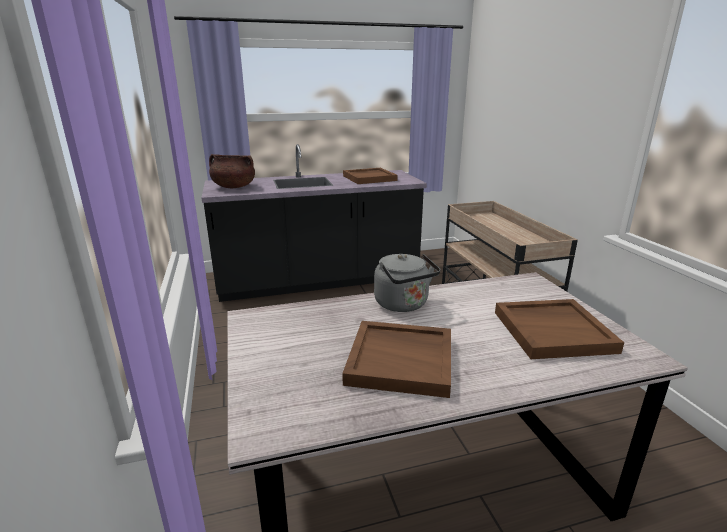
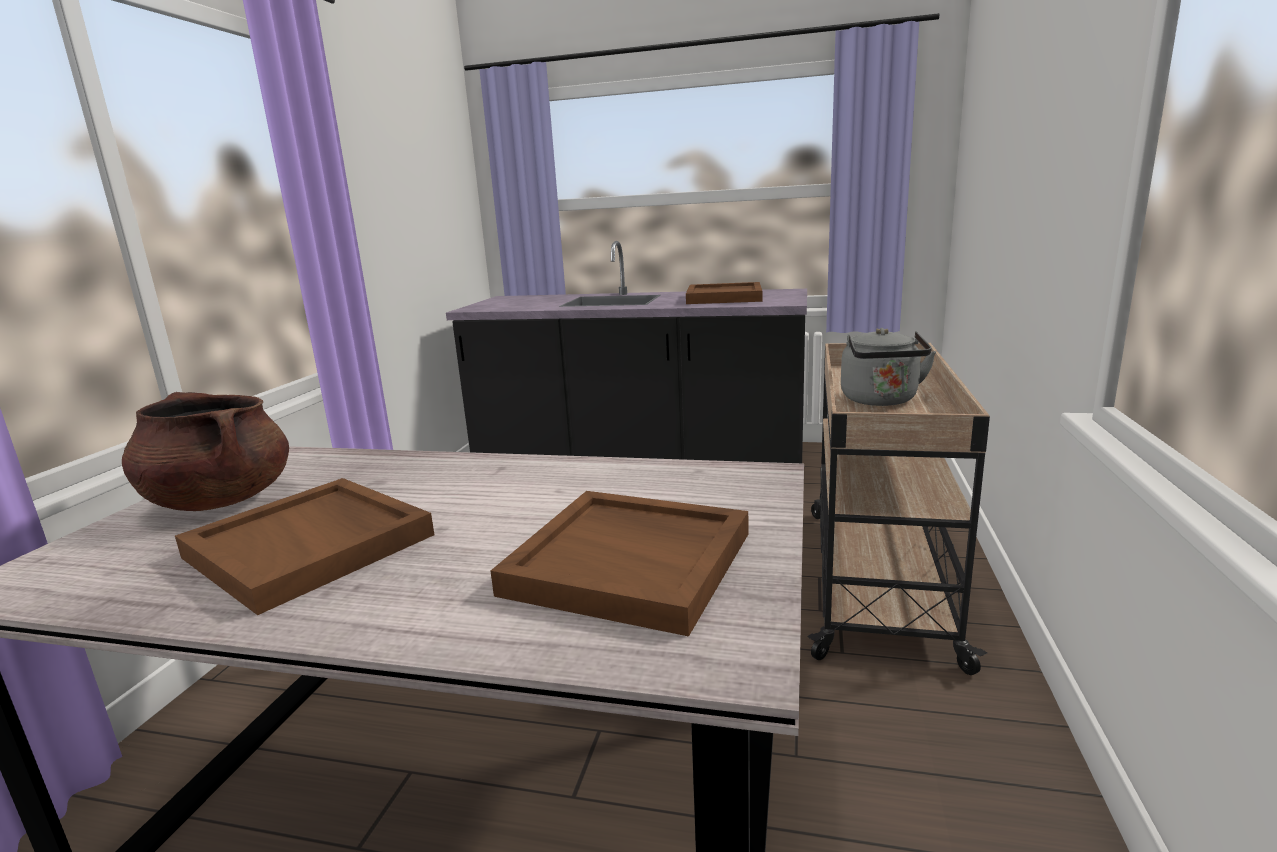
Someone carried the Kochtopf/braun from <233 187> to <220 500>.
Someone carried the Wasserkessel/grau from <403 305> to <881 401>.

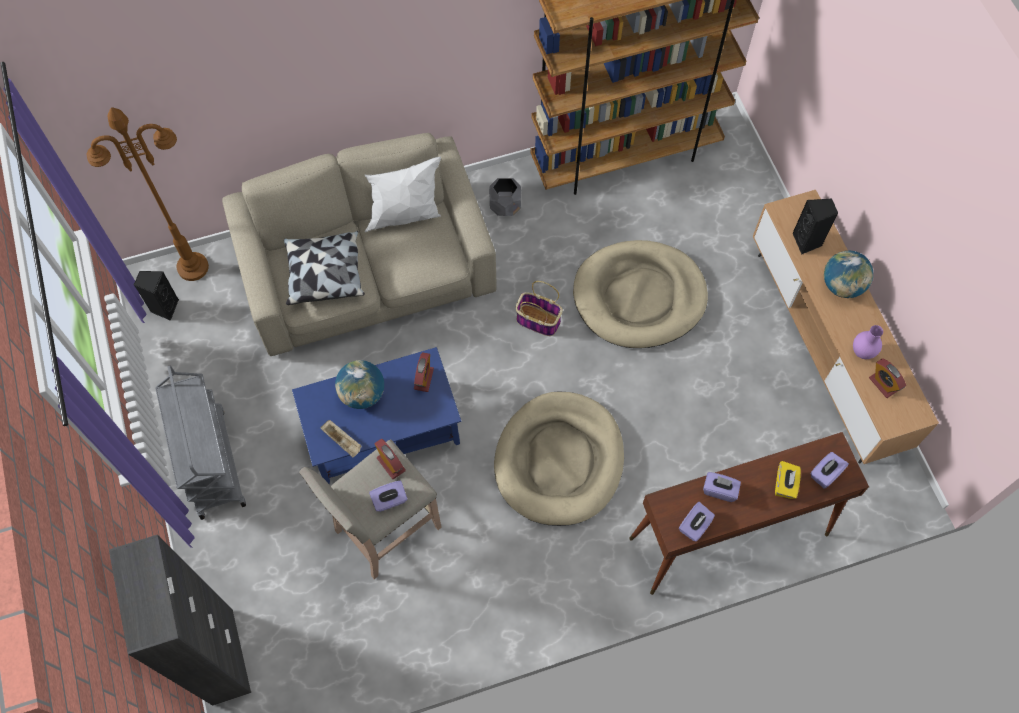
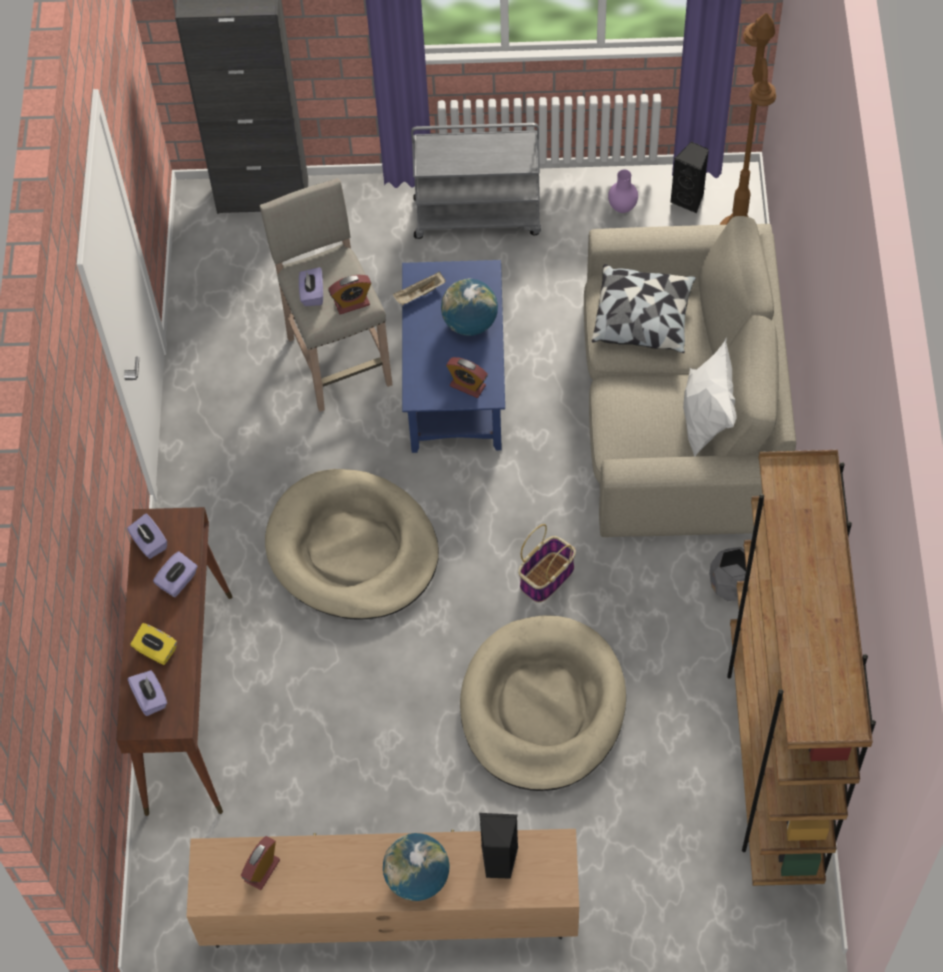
Someone carried the Vase/lila from <862 352> to <622 208>.
Someone rotated the Wecker at <883 384> by 45 degrees counterclockwise.

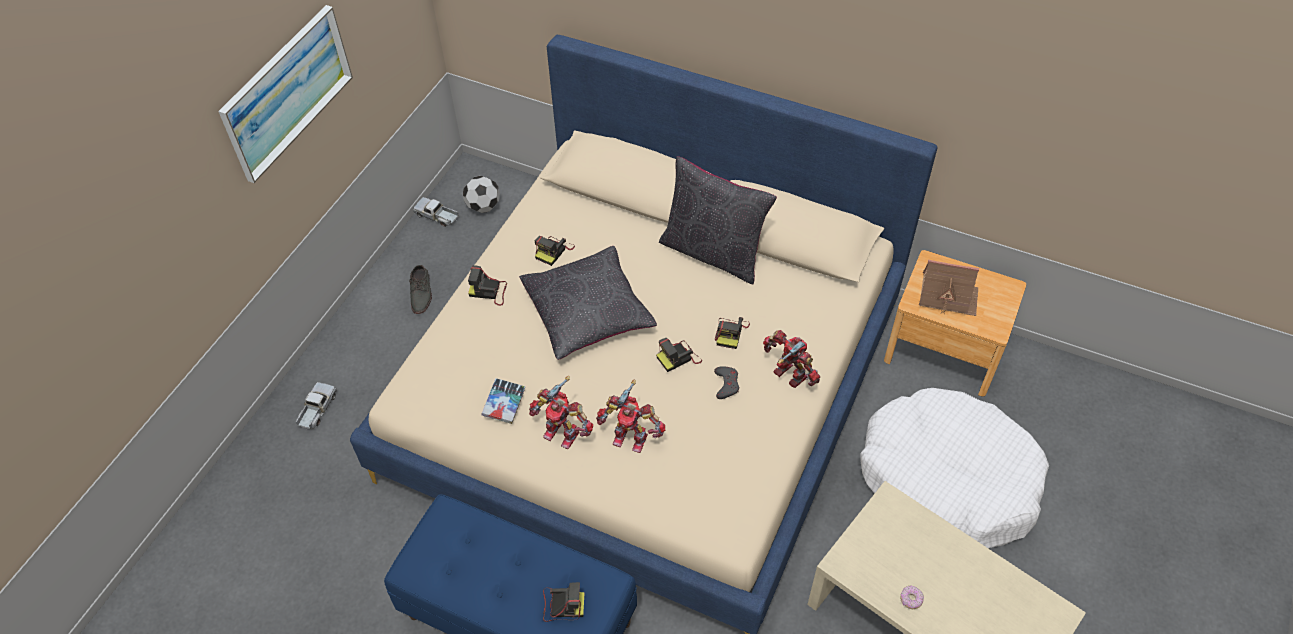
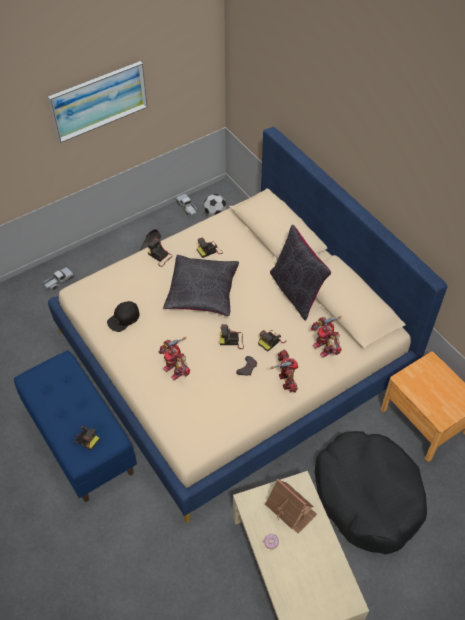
Someone swapped the Buch at <504 403> for the Kappe/schwarz at <123 318>.
Someone carried the Spielzeugroboter from <562 432> to <324 347>.
Someone repainted the Hundebett/weiß at <947 478>, which became the Hundebett/schwarz at <367 496>.
Someone carried the Spielzeughaus from <947 296> to <291 509>.

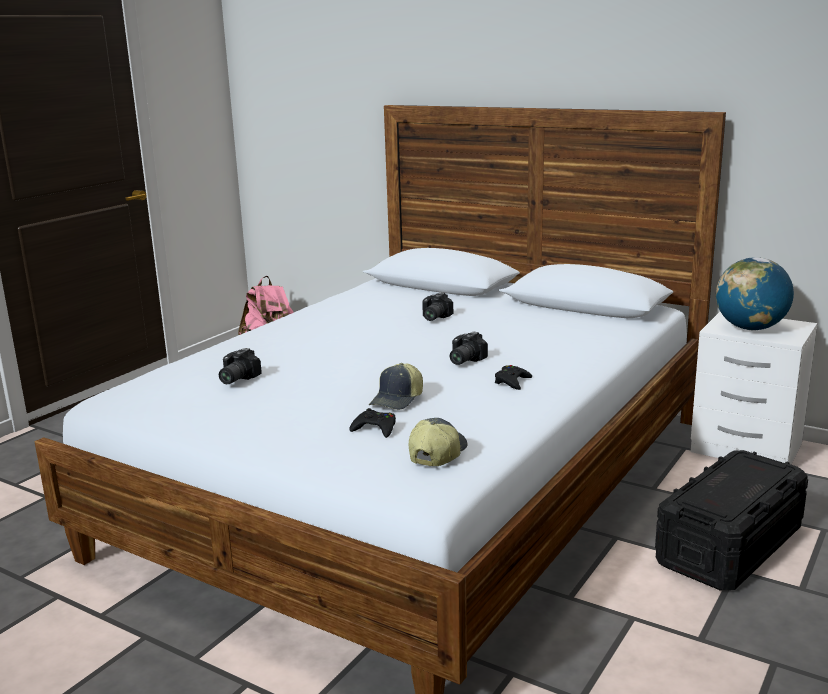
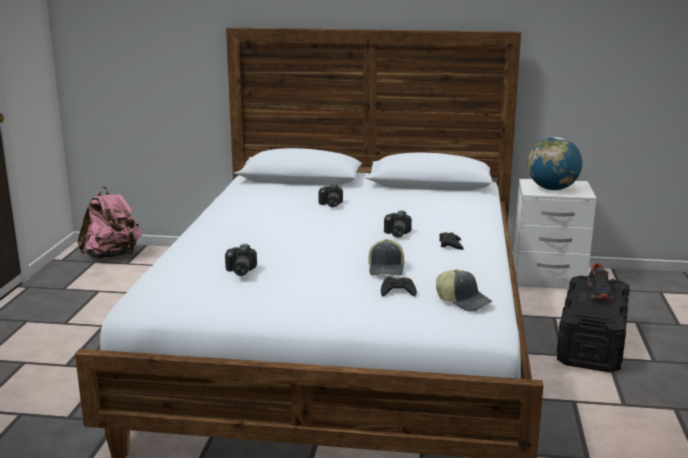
Someone rotated the Kappe at <436 453> by 135 degrees clockwise.
Someone put down the Schuh at <599 292>.

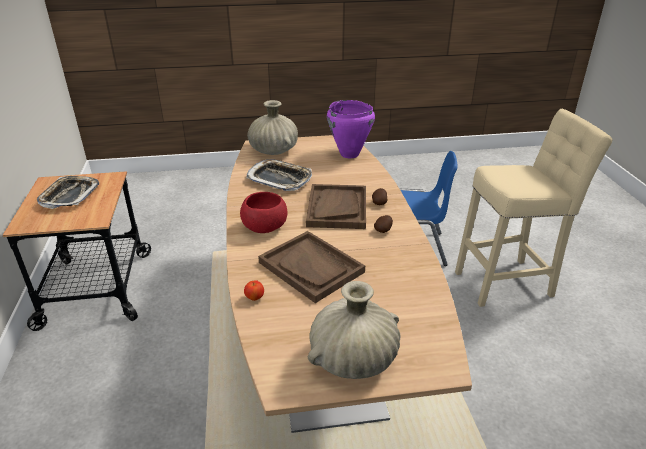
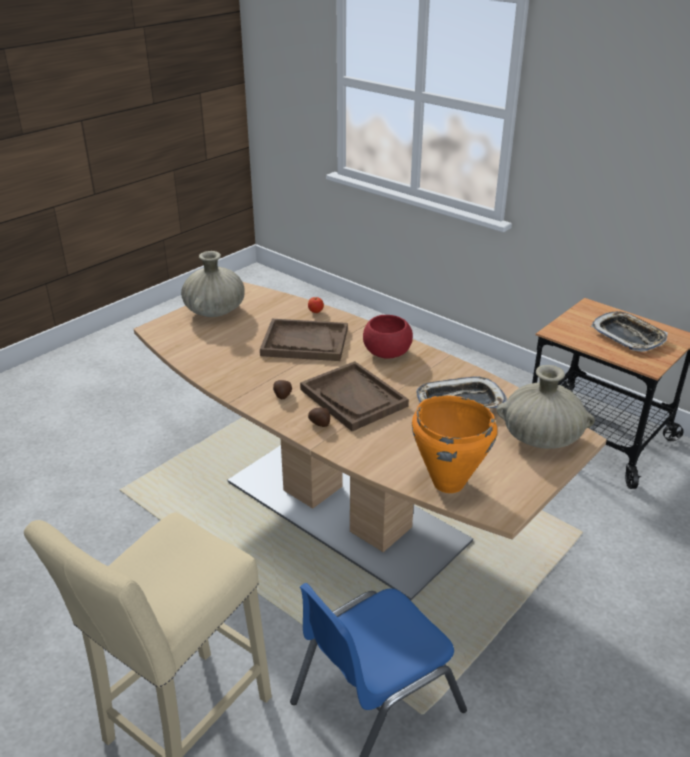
Someone repainted the Kochtopf/lila at <349 154>, which became the Kochtopf/orange at <448 482>.

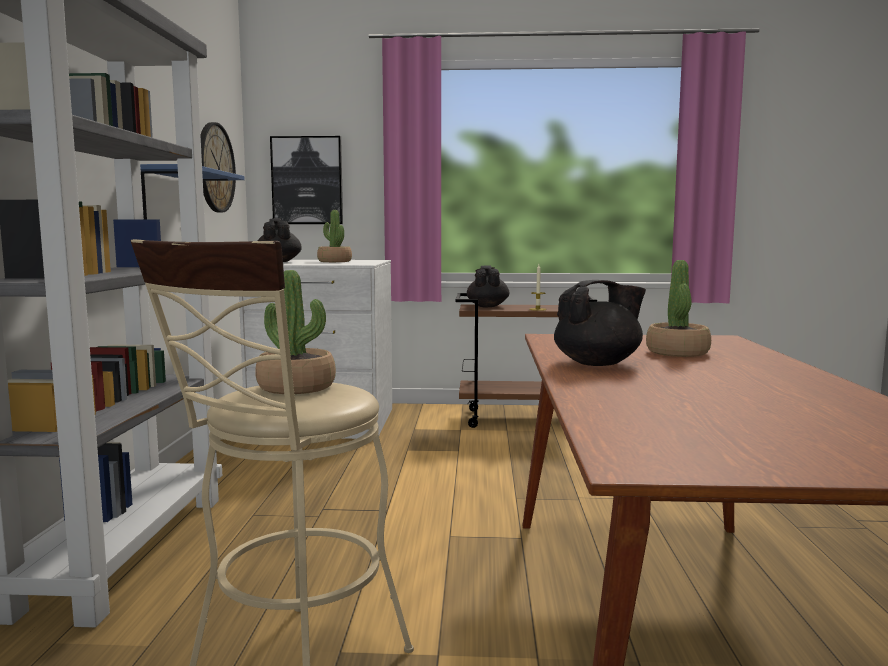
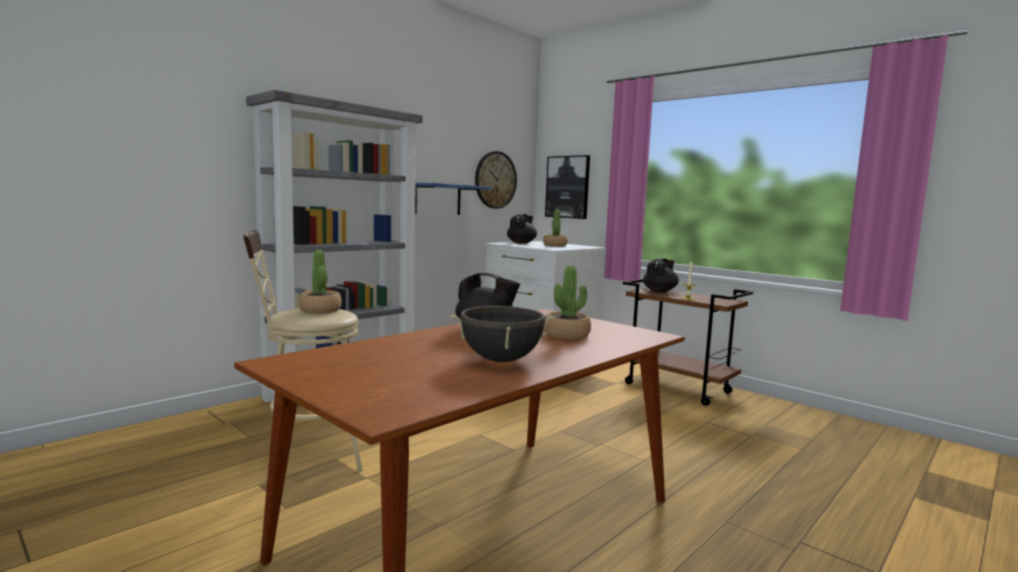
Someone put down the Kochtopf/schwarz at <501 360>.

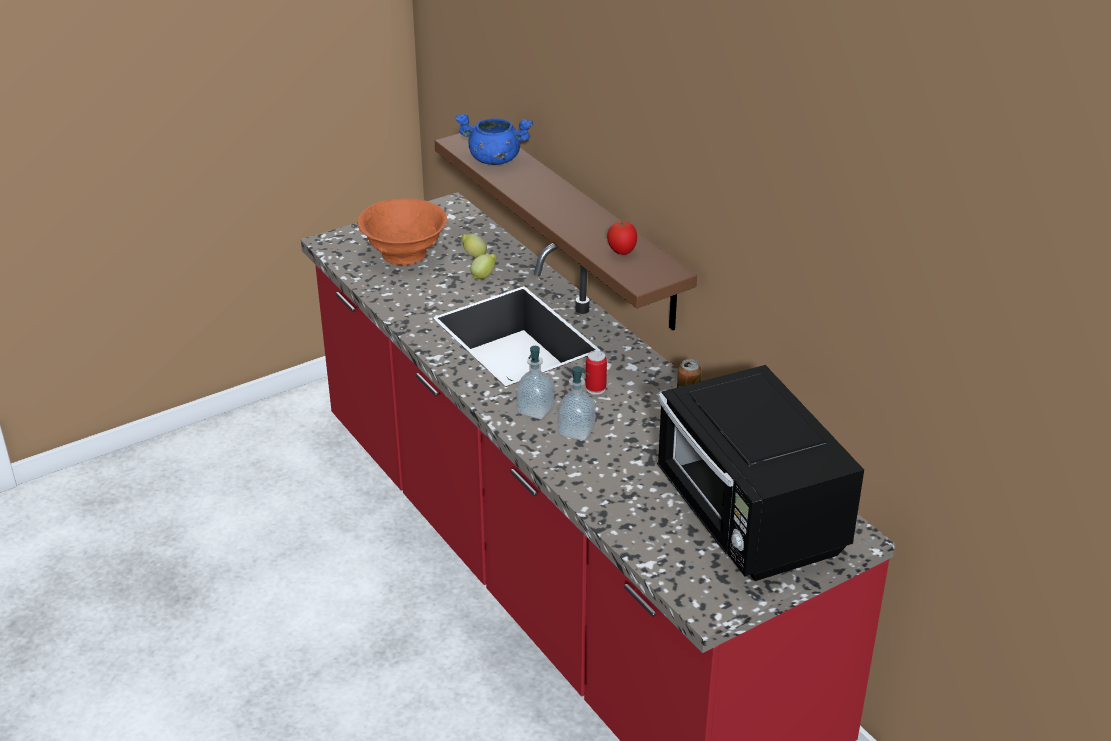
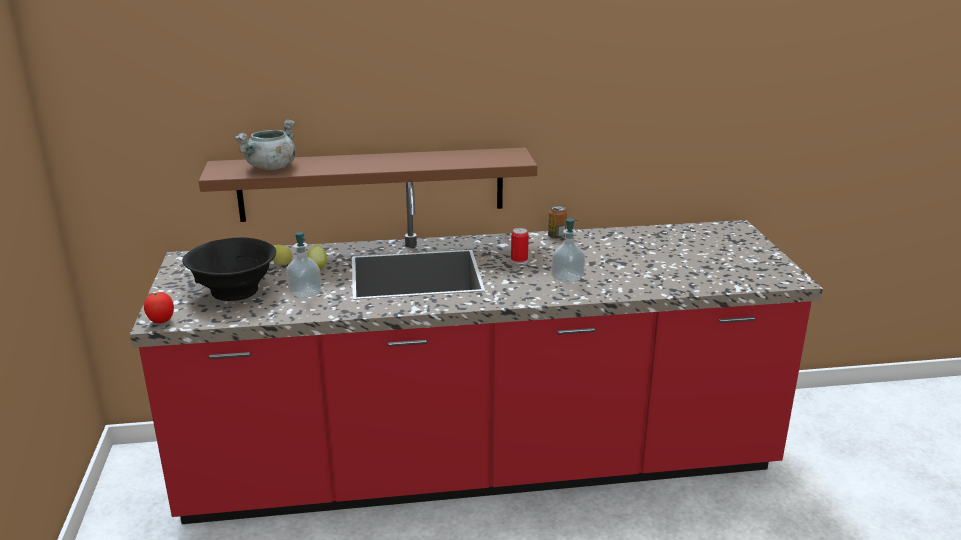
Someone repainted the Schüssel/orange at <404 254>, which became the Schüssel/schwarz at <234 291>.
Someone repainted the Kochtopf/blau at <494 159>, which became the Kochtopf/grau at <271 168>.
Someone carried the Seifenspender from <535 410> to <305 293>.
Someone carried the Tomate from <622 252> to <161 321>.
Someone took away the Mikrowelle/schwarz at <749 519>.

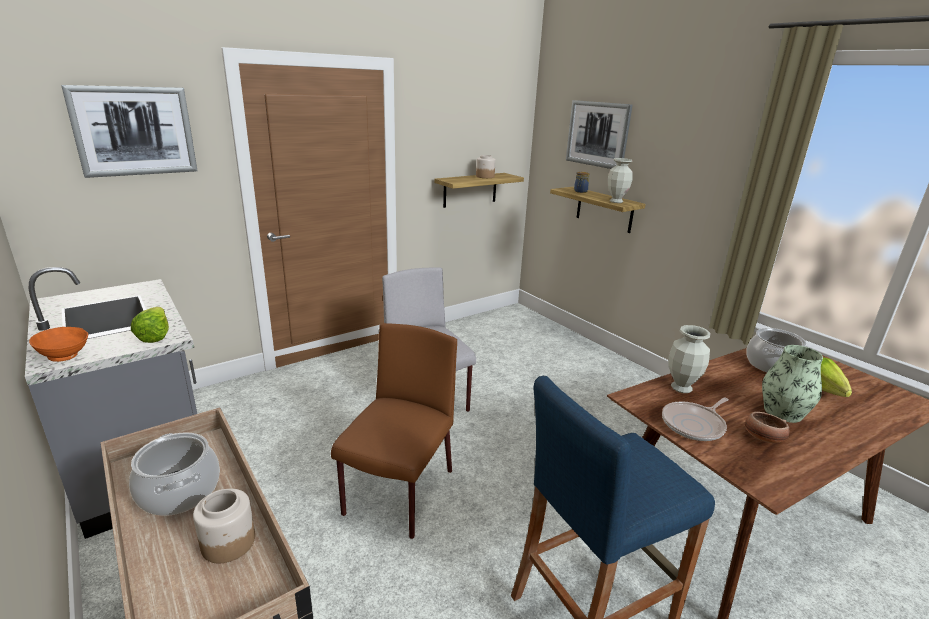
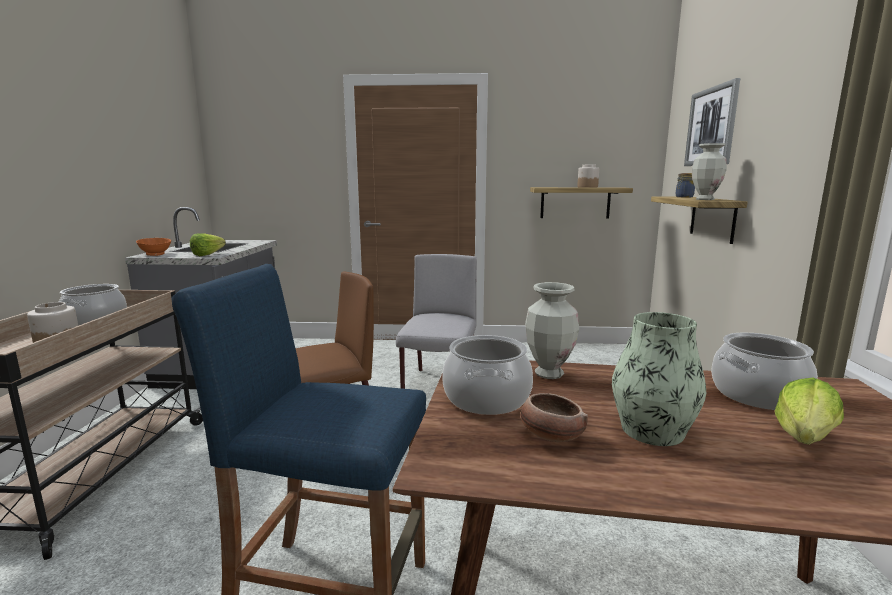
Someone took away the Bild at <134 131>.
Someone swapped the Pfanne at <694 424> for the Kochtopf at <487 398>.

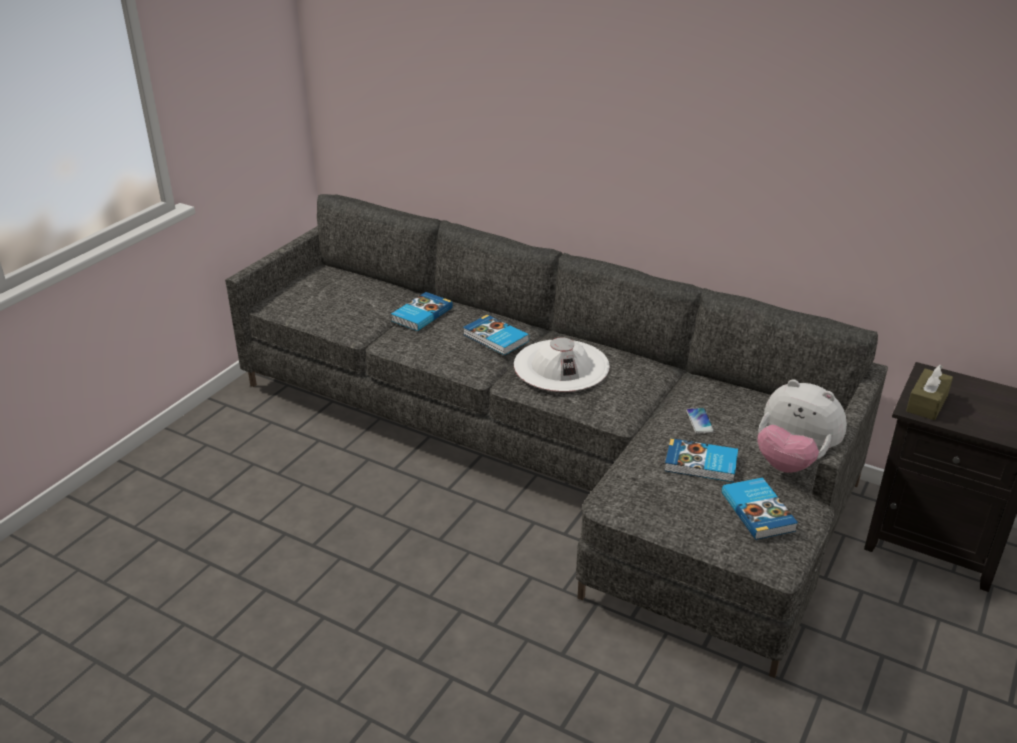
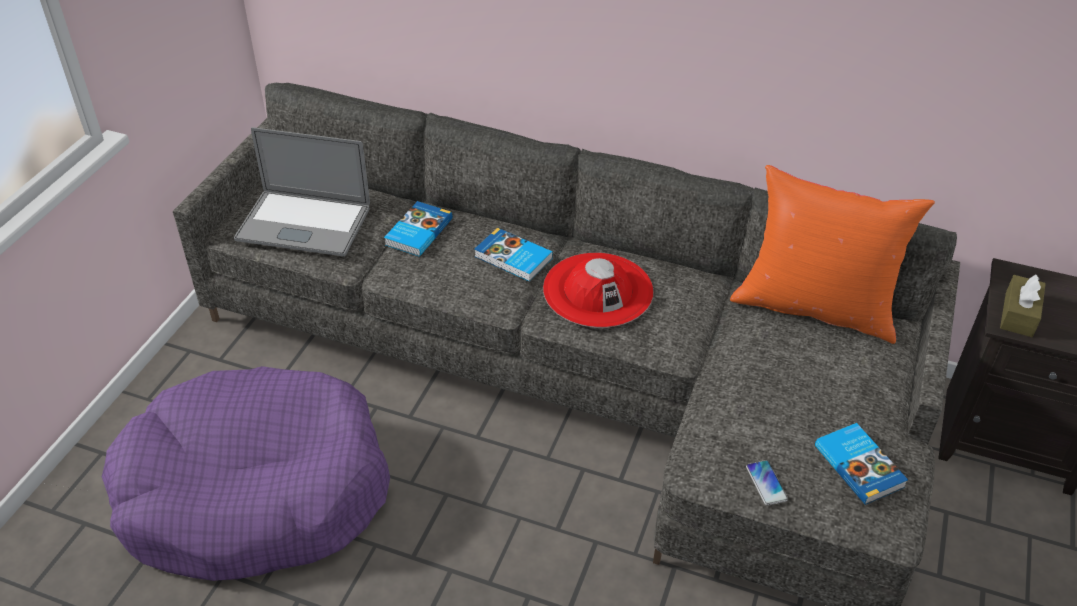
Someone repainted the Hut/weiß at <561 366>, which became the Hut/rot at <598 290>.
Someone took away the Buch at <701 464>.
Someone carried the Handy from <700 421> to <766 483>.
Someone took away the Plüschtier at <792 462>.
Someone put down the Hundebett/lila at <255 492>.
Someone put down the Laptop at <304 223>.
Someone put down the Kissen/orange at <815 307>.

